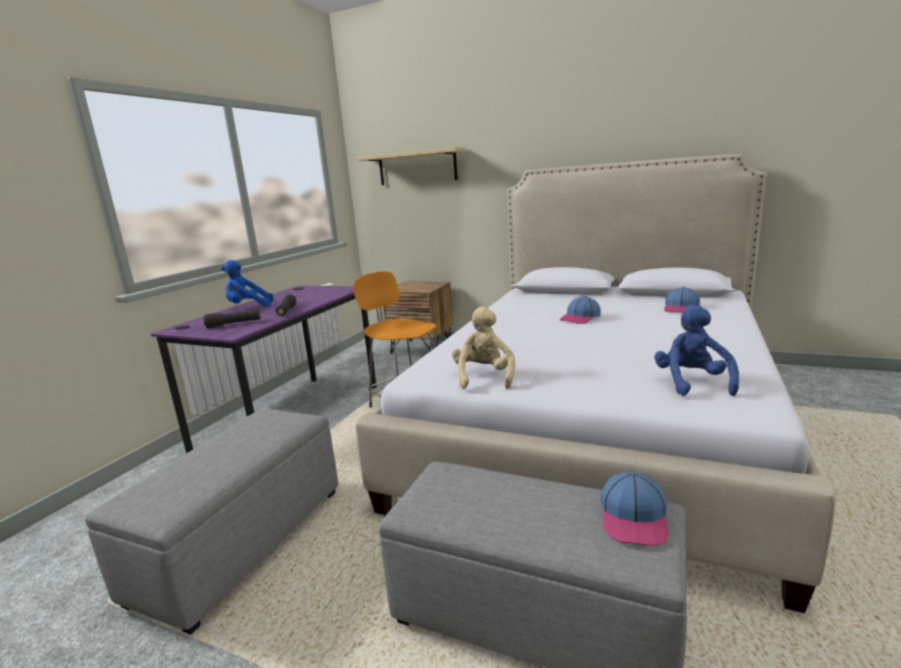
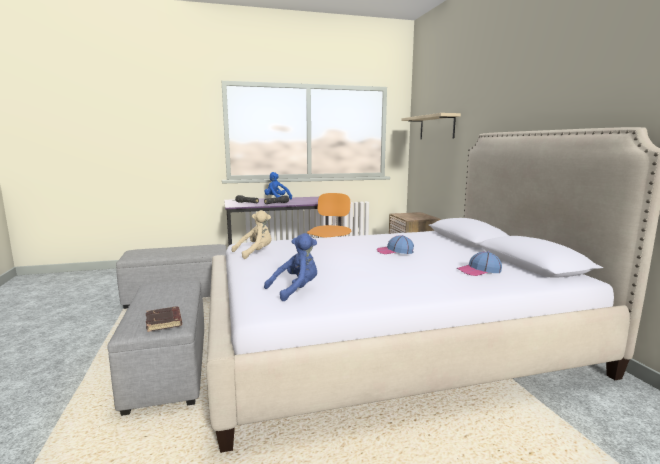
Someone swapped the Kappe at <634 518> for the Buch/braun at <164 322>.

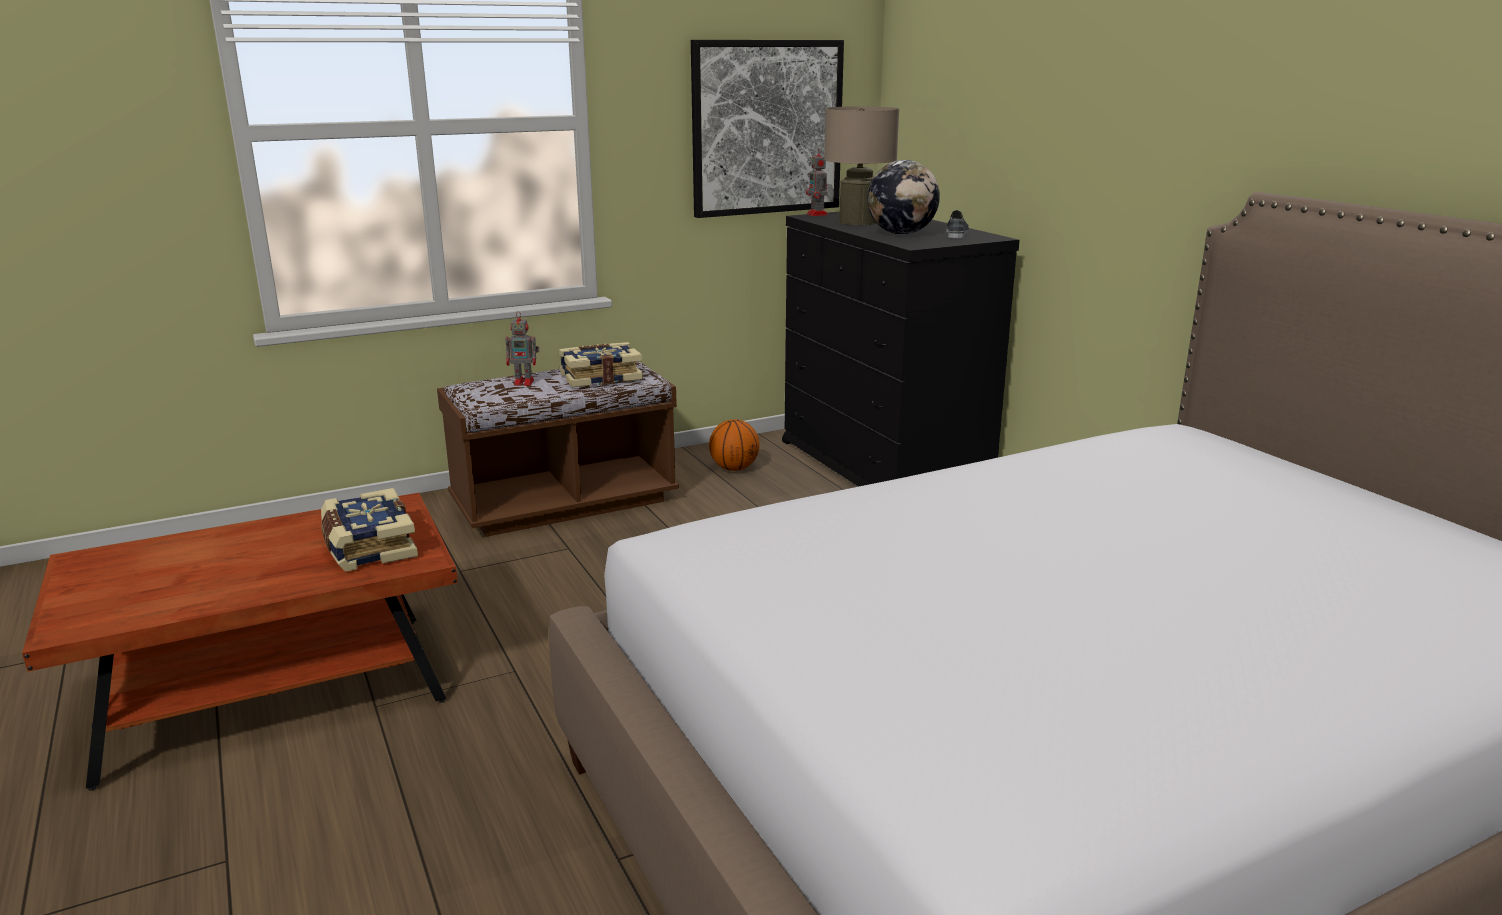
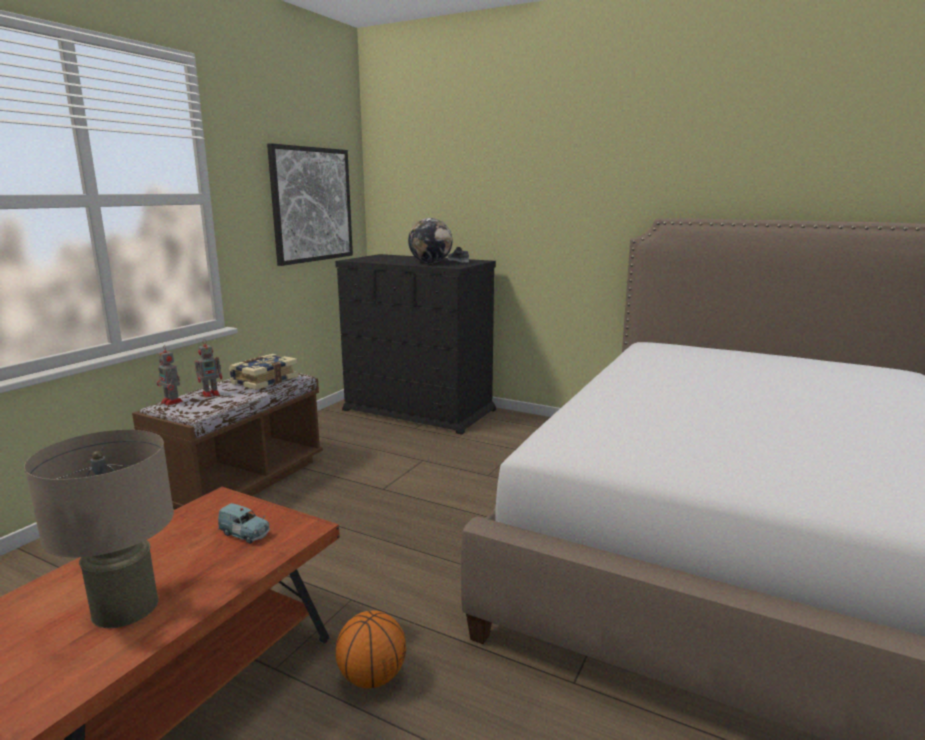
Someone swapped the Buch at <368 547> for the Spielzeugauto/blau at <245 534>.
Someone carried the Basketball from <734 468> to <372 677>.
Someone carried the Spielzeugroboter from <817 214> to <172 402>.
Someone carried the Tischlampe/beige from <858 222> to <125 607>.

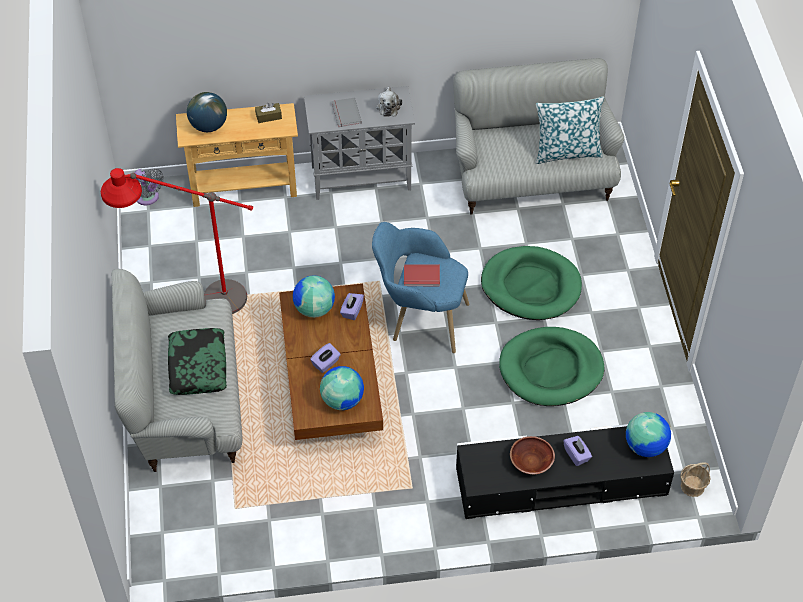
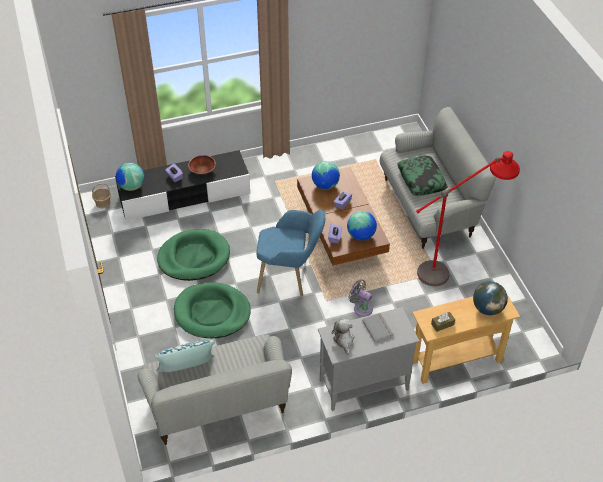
Someone carried the Ventilator/grau from <148 198> to <361 308>.
Someone took away the Buch/rot at <422 277>.

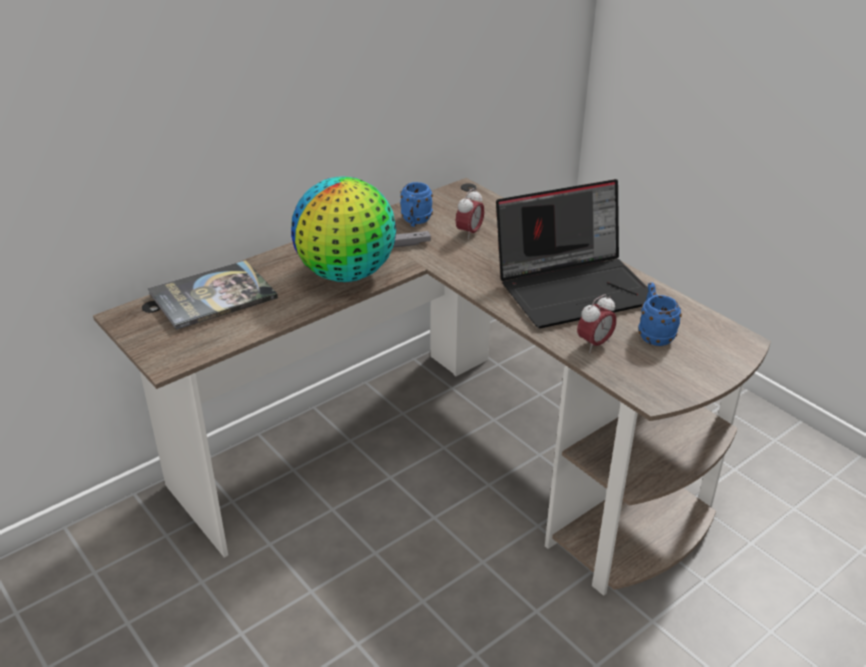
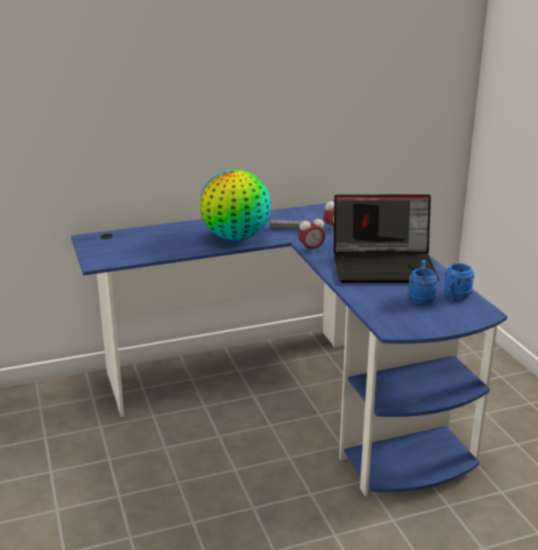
Someone repainted the Schreibtisch/braun at <446 460>, which became the Schreibtisch/blau at <298 394>.
Someone took away the Buch at <213 296>.
Someone carried the Henkelbecher/blau from <415 221> to <455 297>.
Someone carried the Wecker from <594 344> to <311 249>.

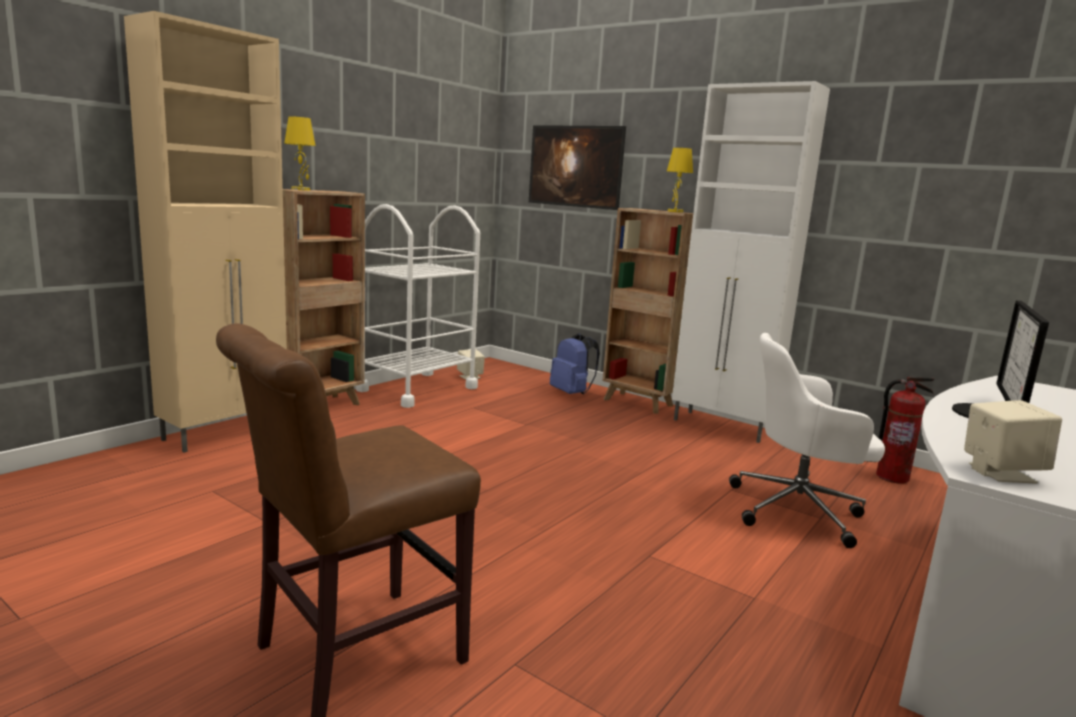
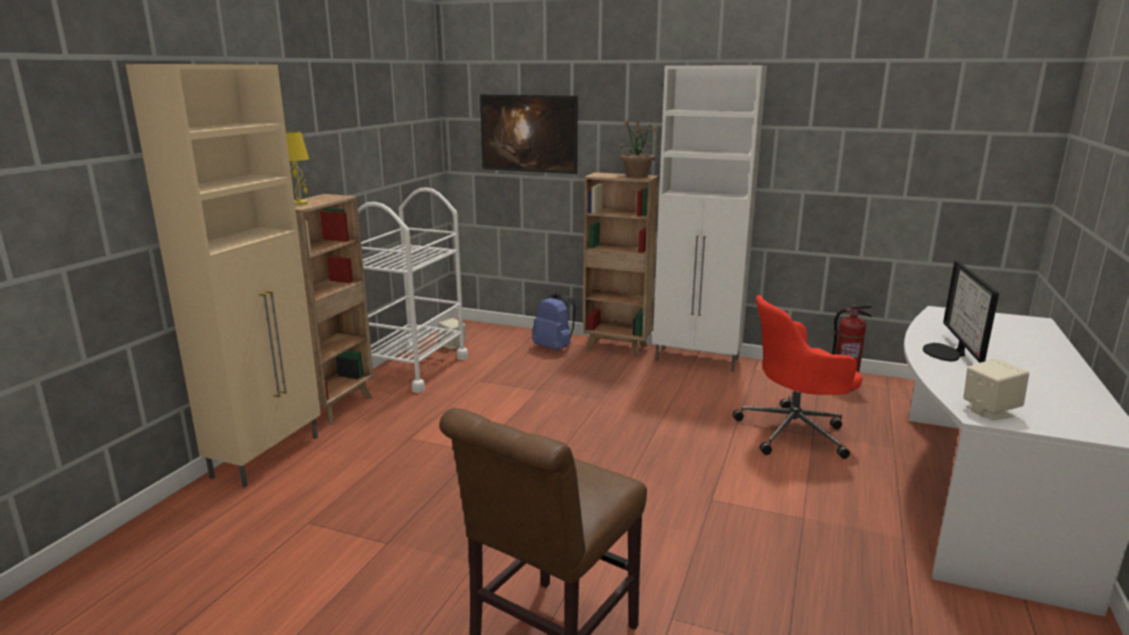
Someone swapped the Tischlampe/gelb at <674 211> for the Topfpflanze at <637 176>.
Someone repainted the Bürostuhl/weiß at <799 510>, which became the Bürostuhl/rot at <794 432>.

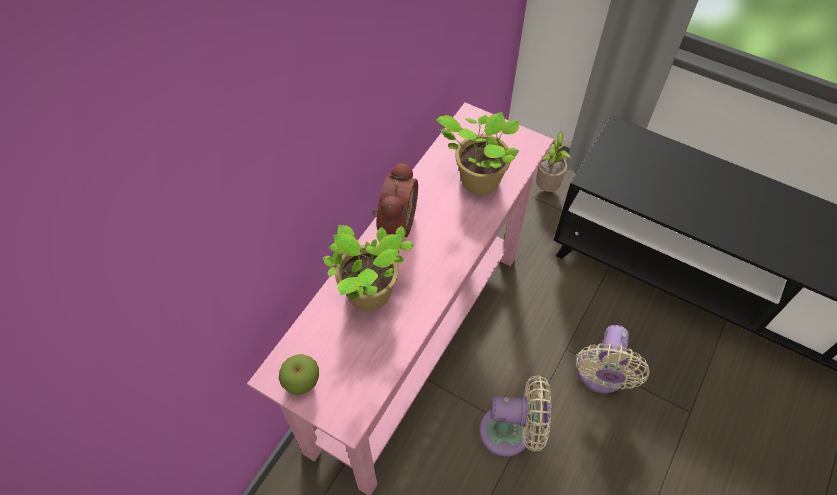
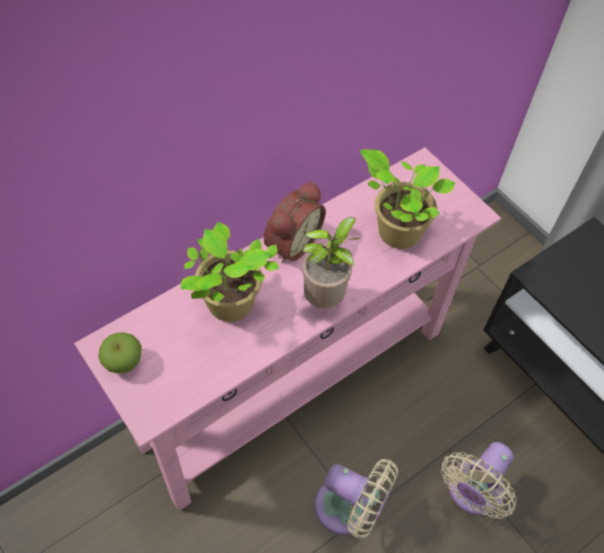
Someone carried the Topfpflanze from <547 187> to <325 298>.

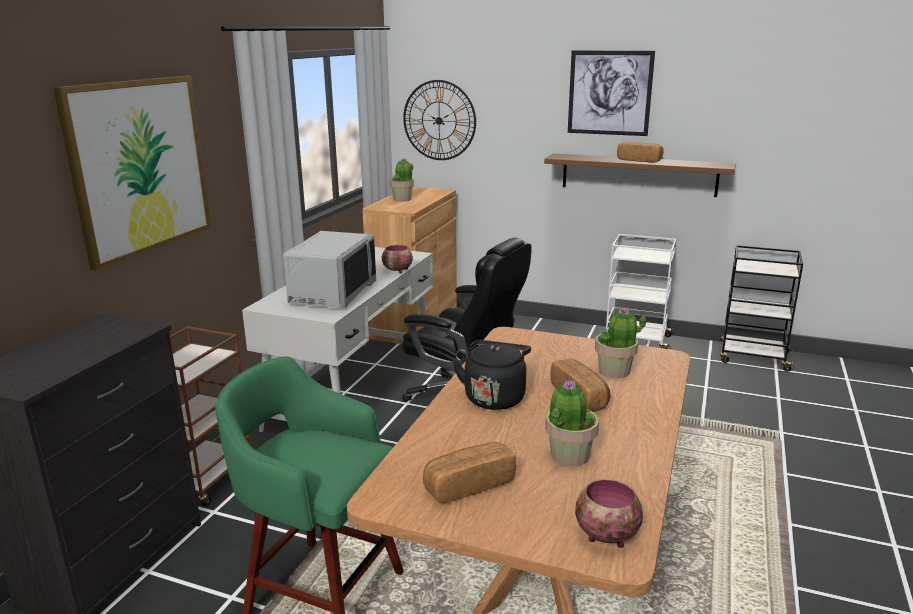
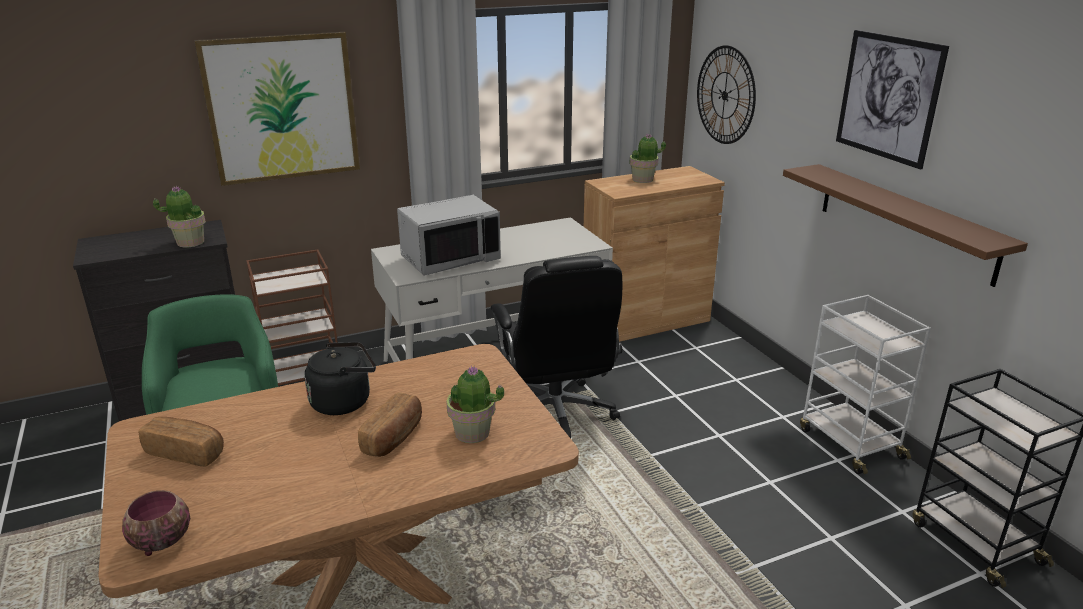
Someone took away the Schüssel at <398 271>.
Someone carried the Topfpflanze from <569 456> to <190 242>.
Someone took away the Brot at <639 160>.

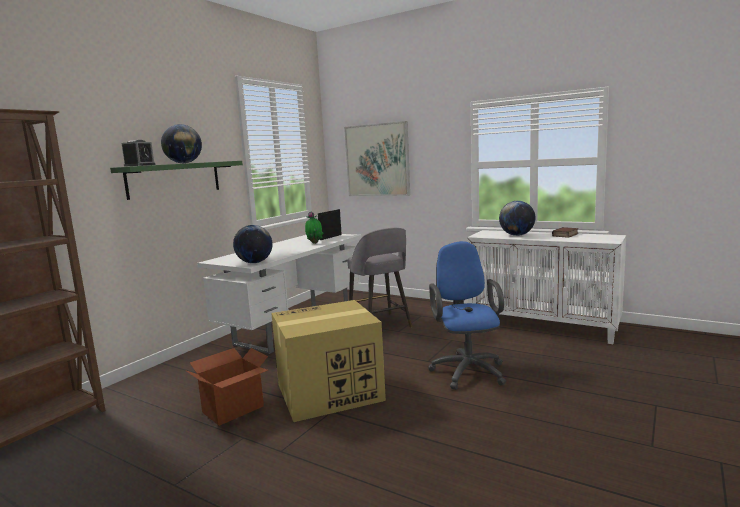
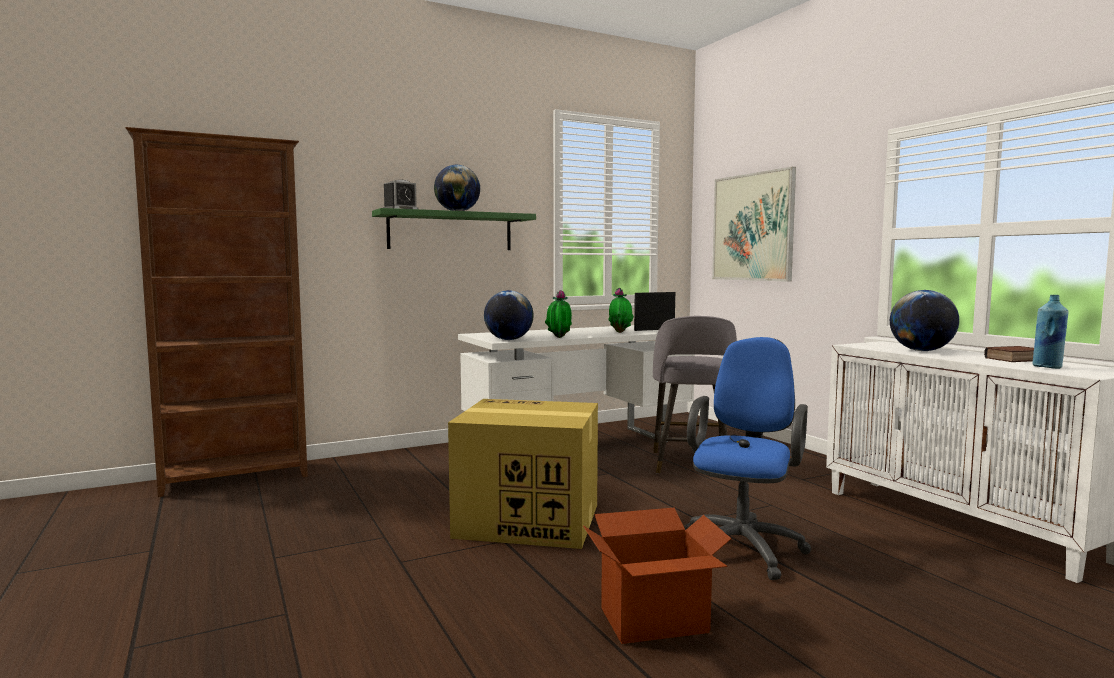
Someone carried the Karton from <233 409> to <654 621>.
Someone put down the Topfpflanze at <558 338>.
Someone put down the Flasche/blau at <1047 367>.

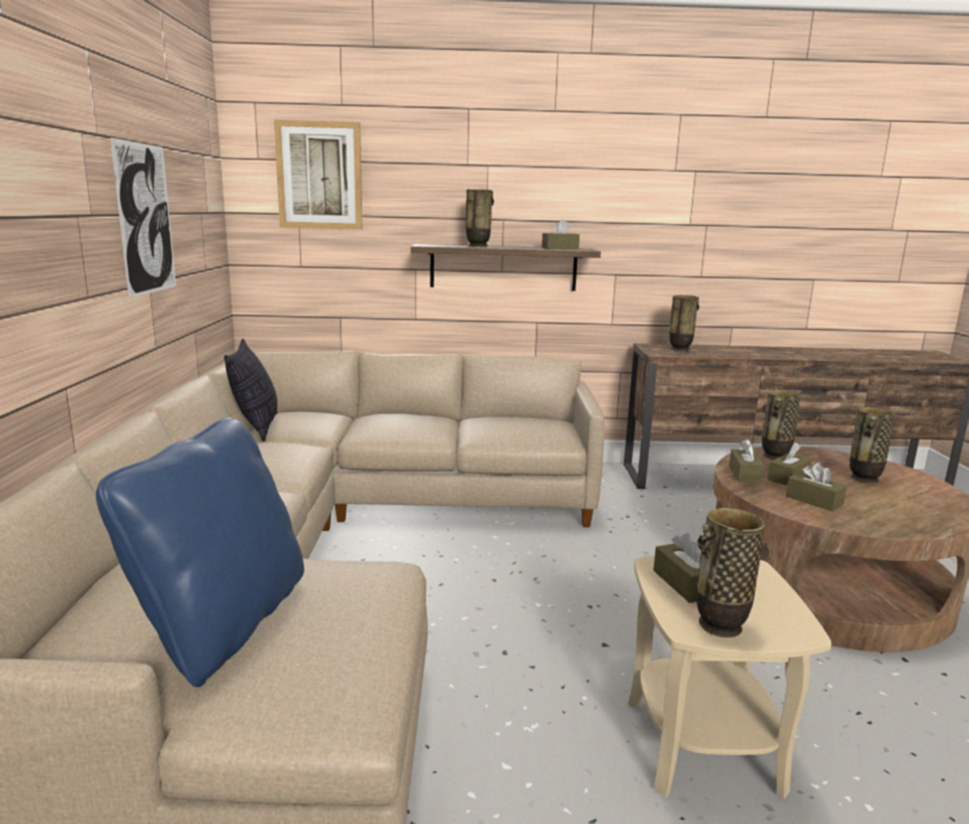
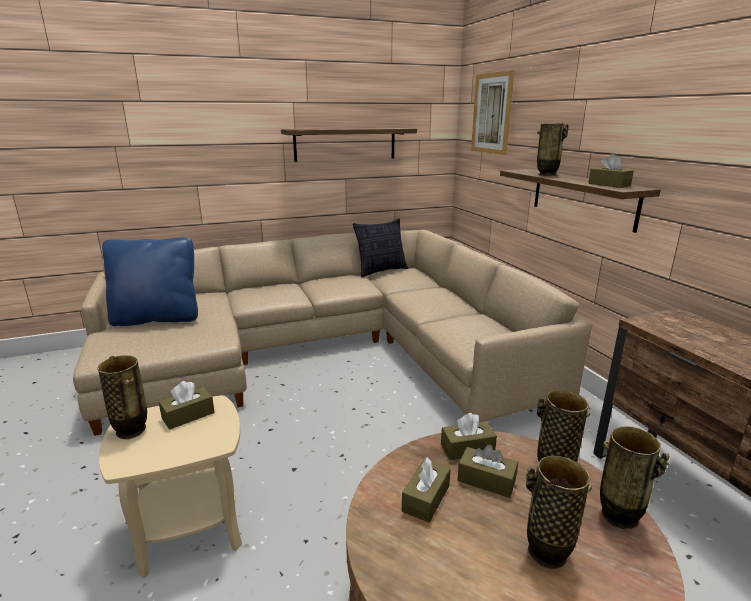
Someone swapped the Bild at <146 219> for the Wandregal at <345 144>.
Someone carried the Vase from <680 349> to <619 517>.

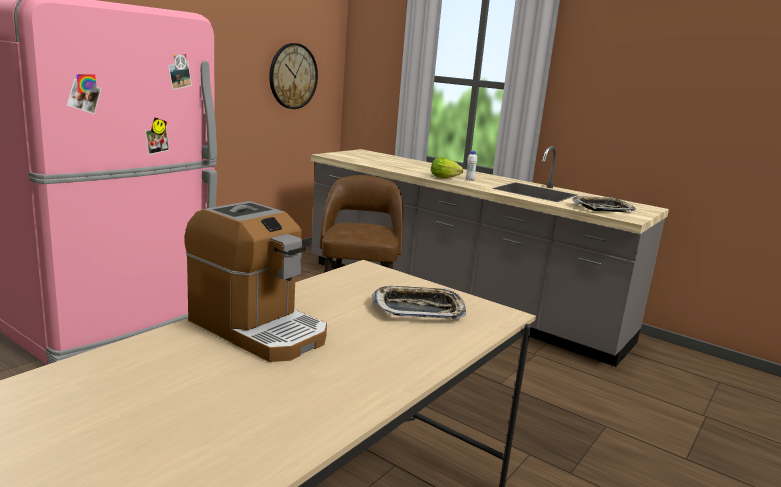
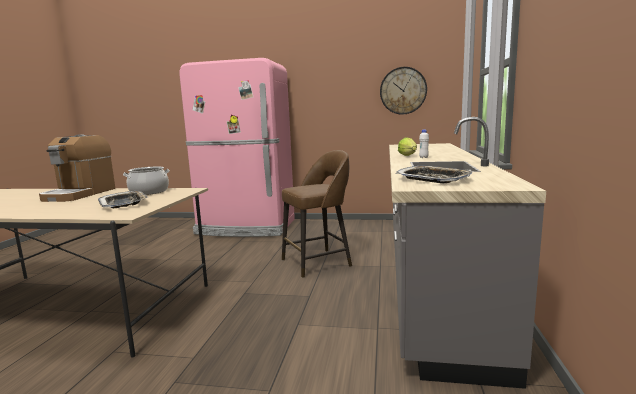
Someone put down the Kochtopf at <149 192>.

